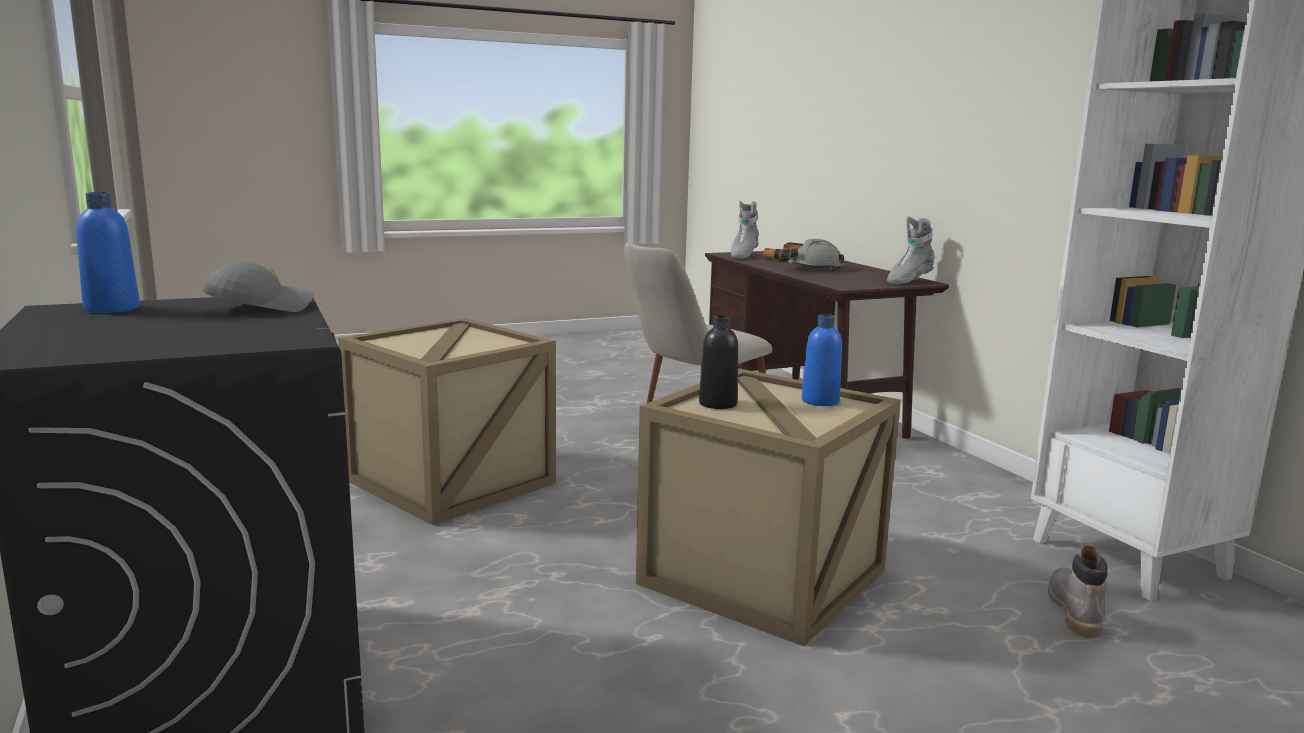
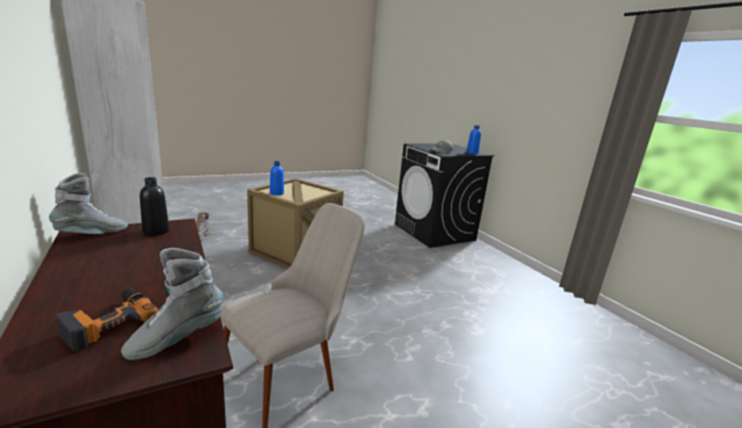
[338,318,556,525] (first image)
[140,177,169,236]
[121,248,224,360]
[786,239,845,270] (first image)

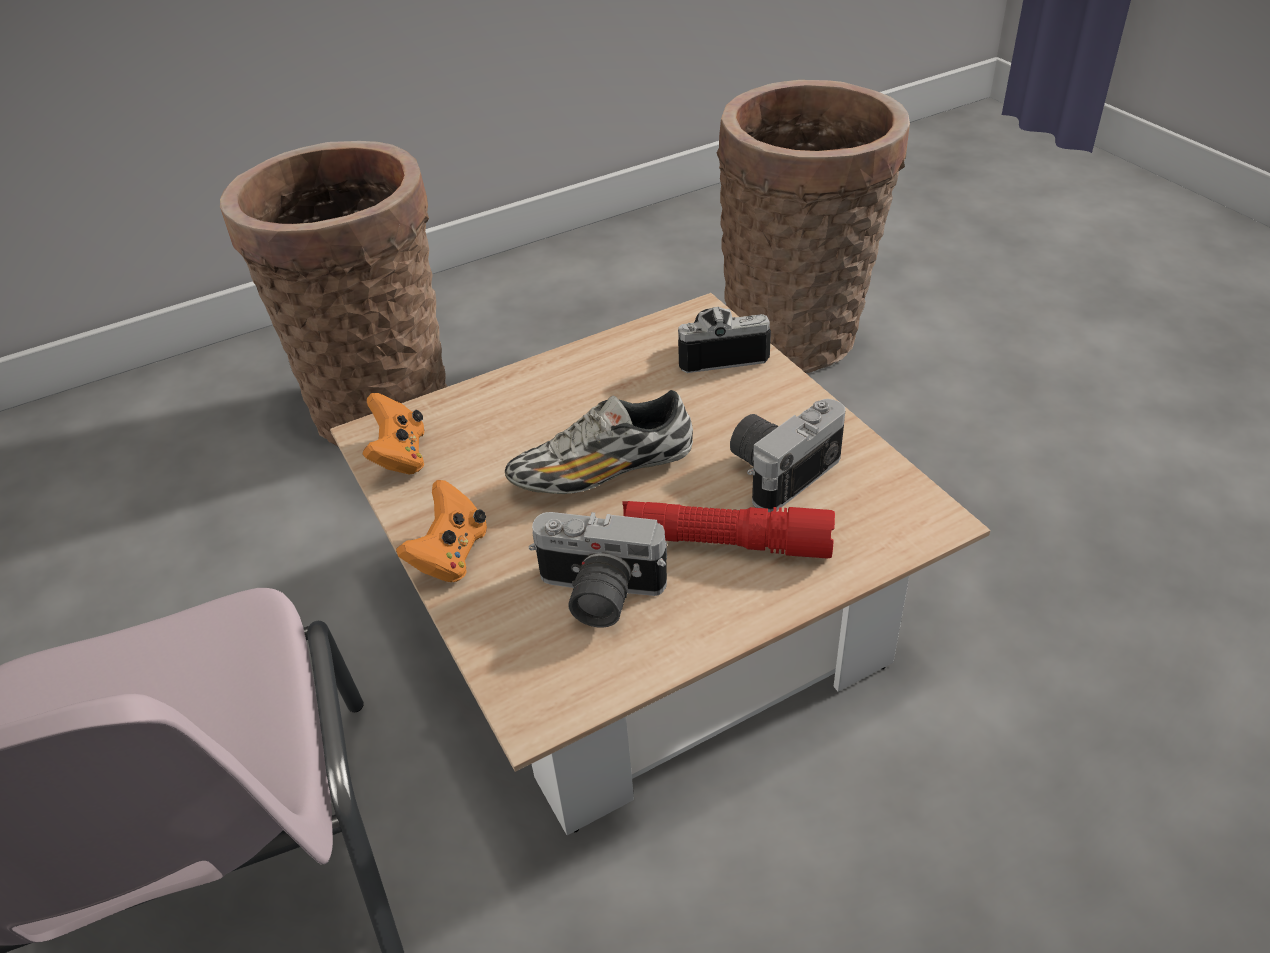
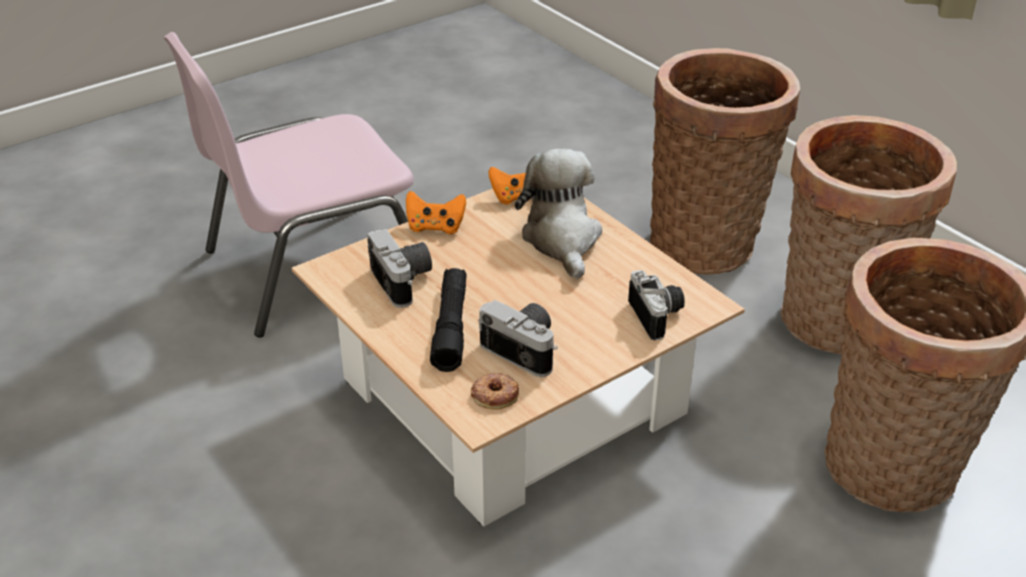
[505,390,693,494] (first image)
[368,229,432,308]
[430,268,466,372]
[471,373,519,410]
[515,148,602,279]
[781,115,957,354]

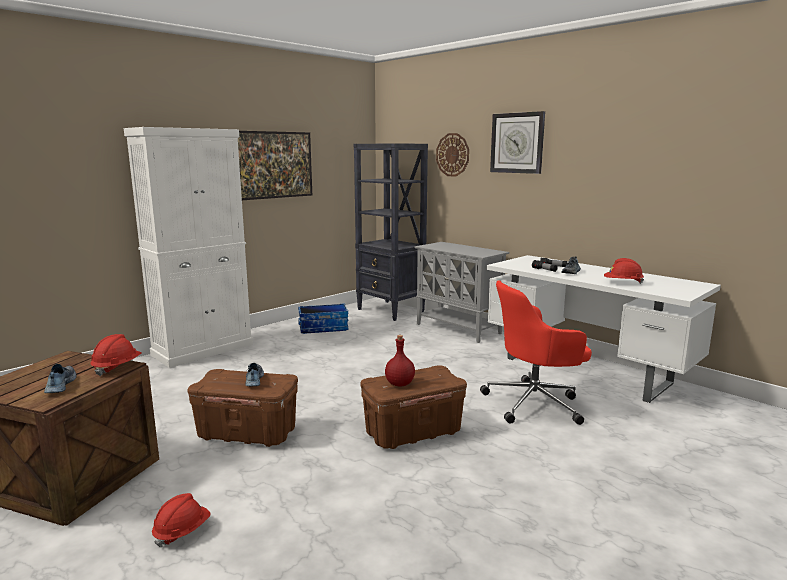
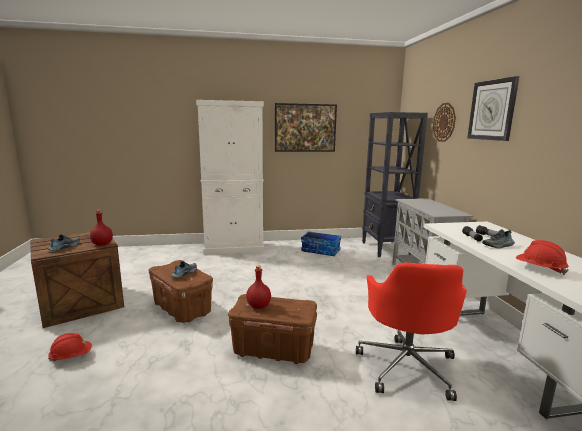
[90,210,113,246]
[356,262,466,401]

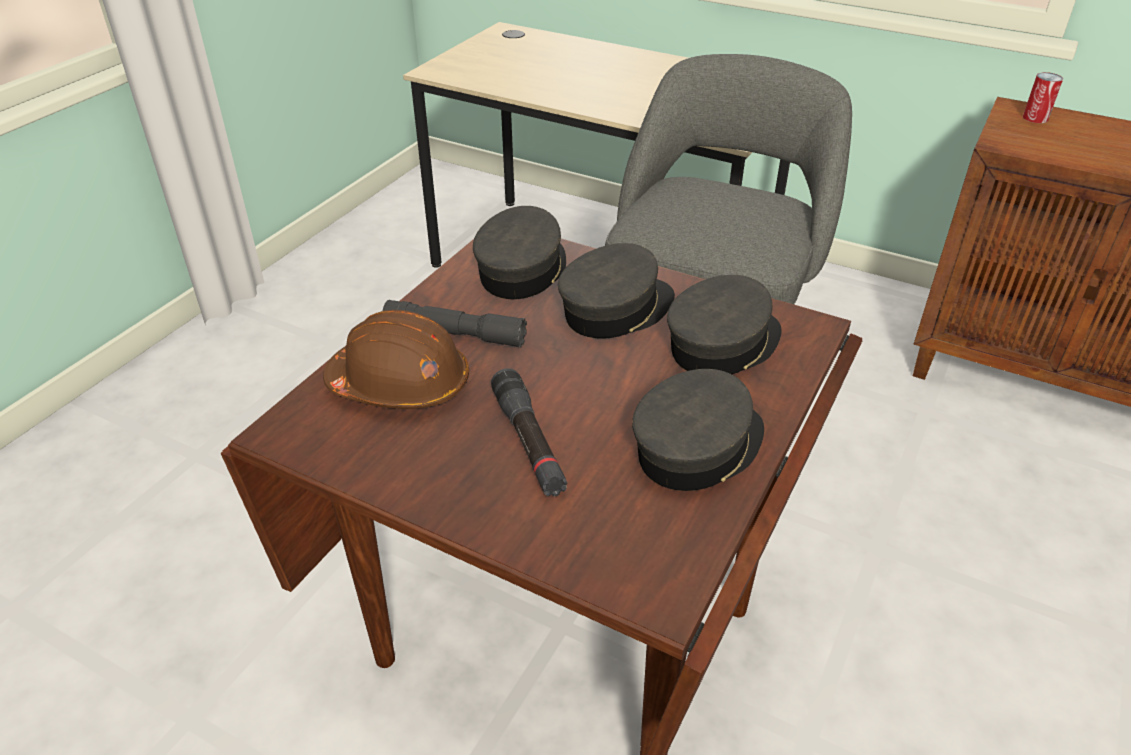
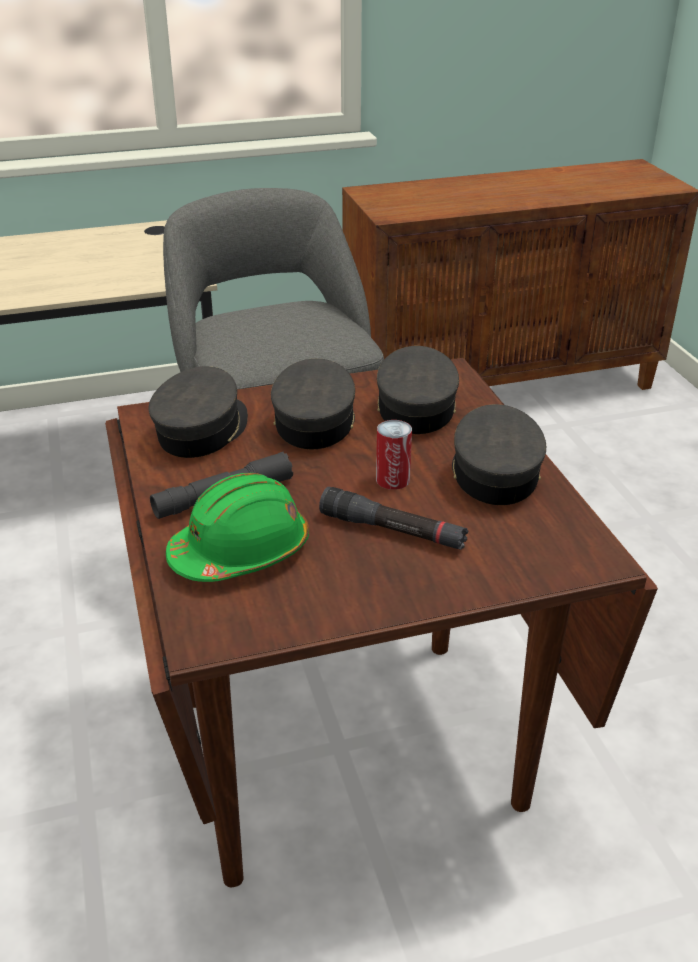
[166,473,309,582]
[148,366,248,458]
[376,420,412,490]

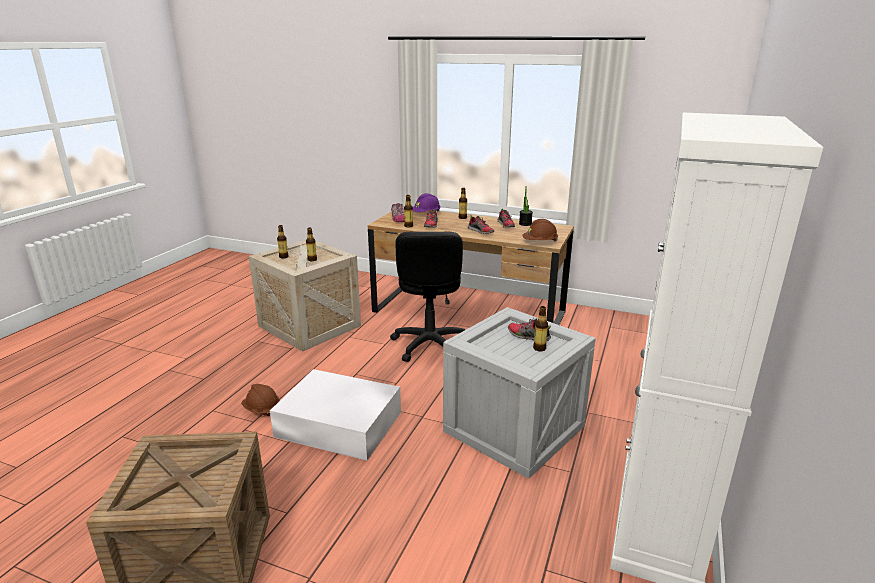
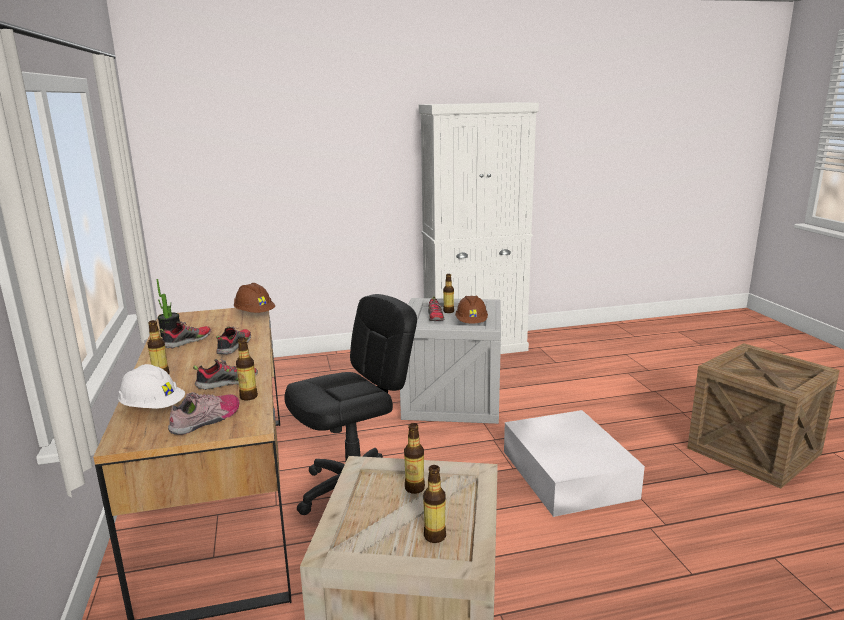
[455,295,488,323]
[118,364,185,409]

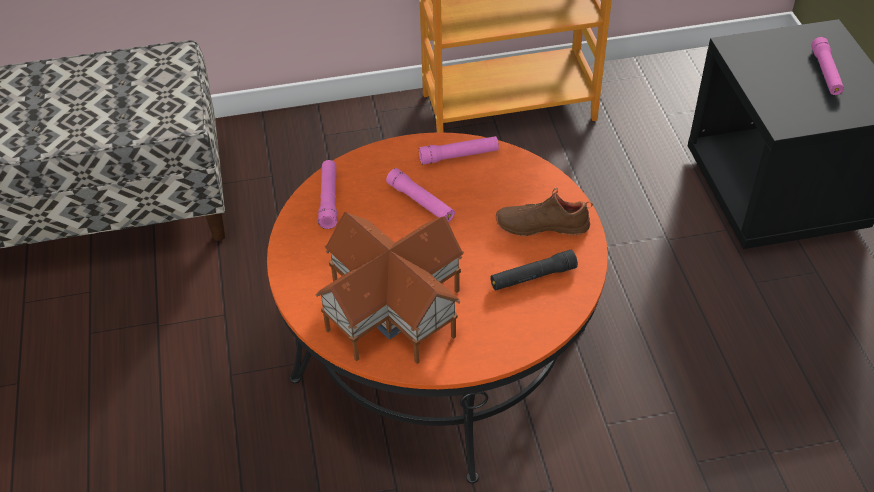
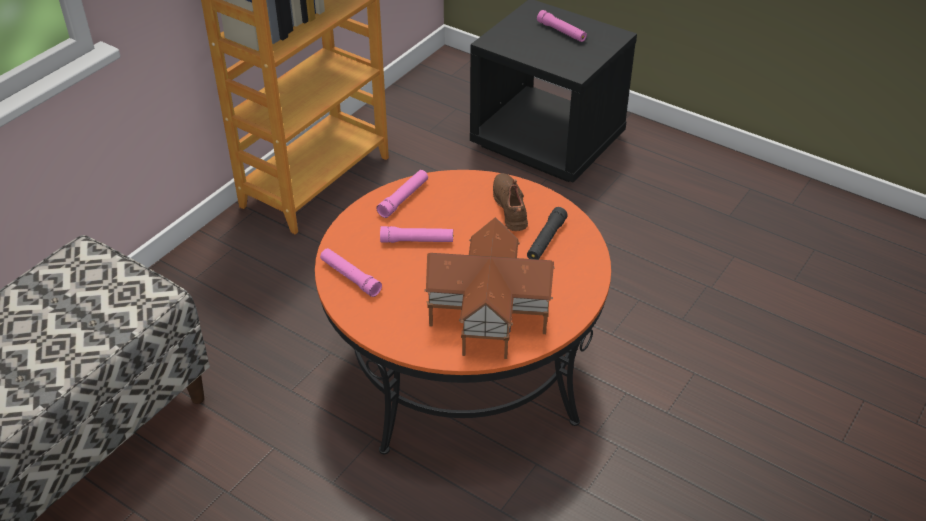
[493,173,528,231]

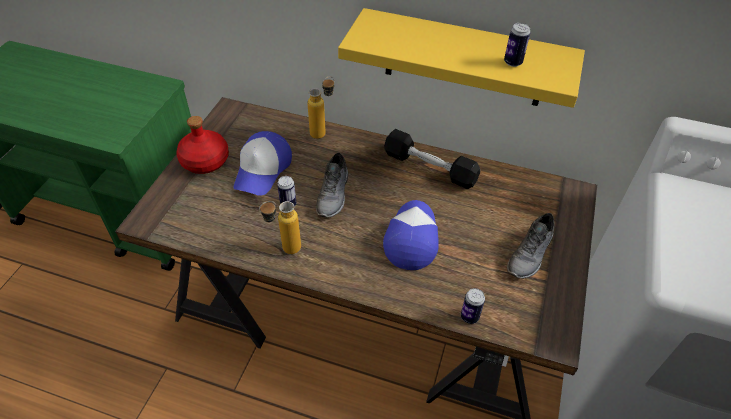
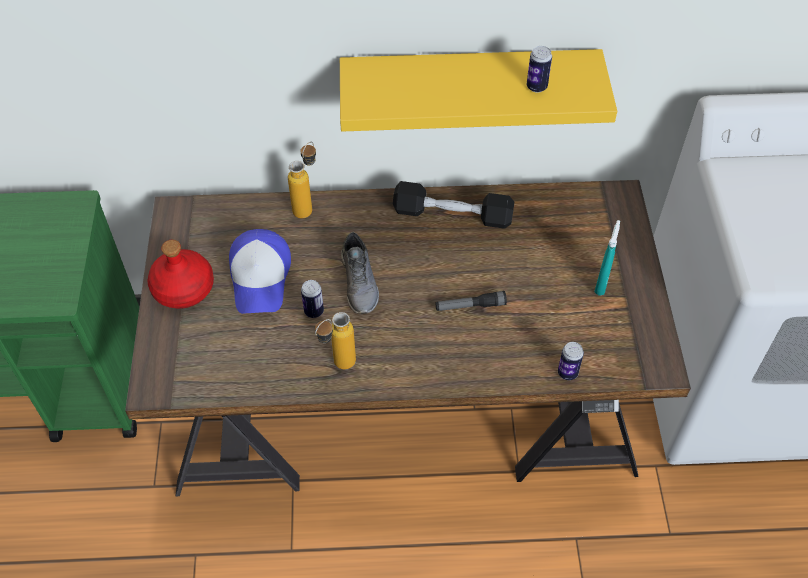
[435,291,507,311]
[594,220,620,296]

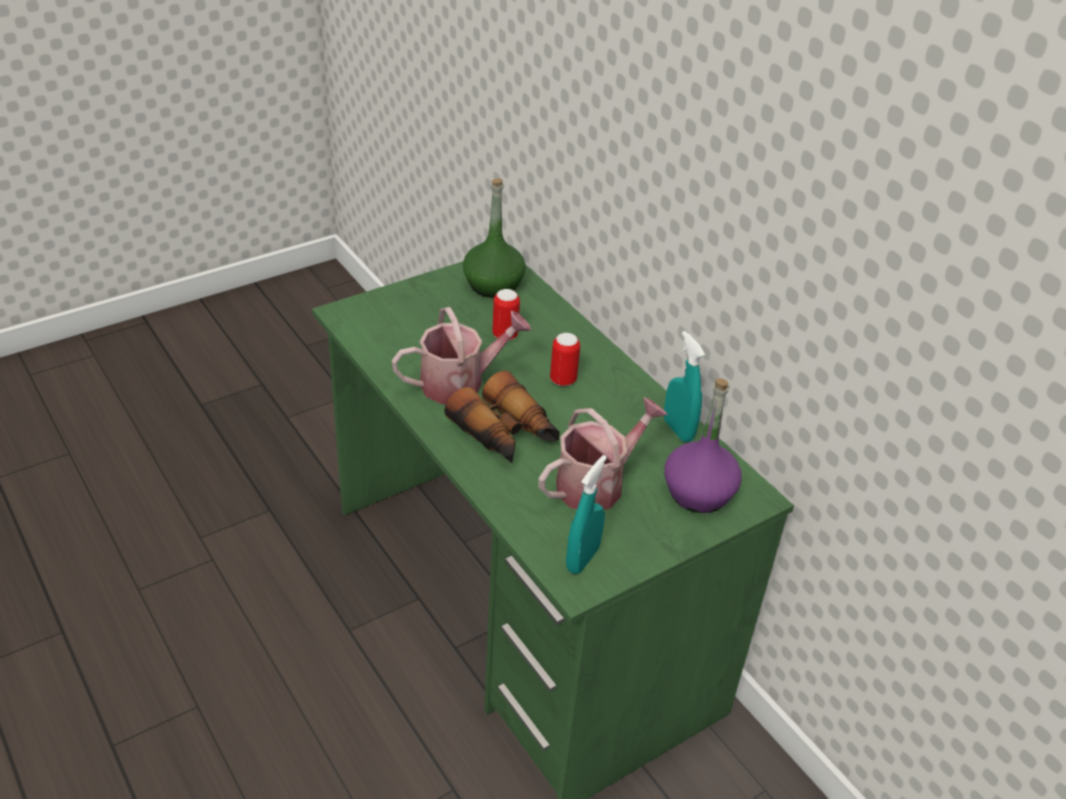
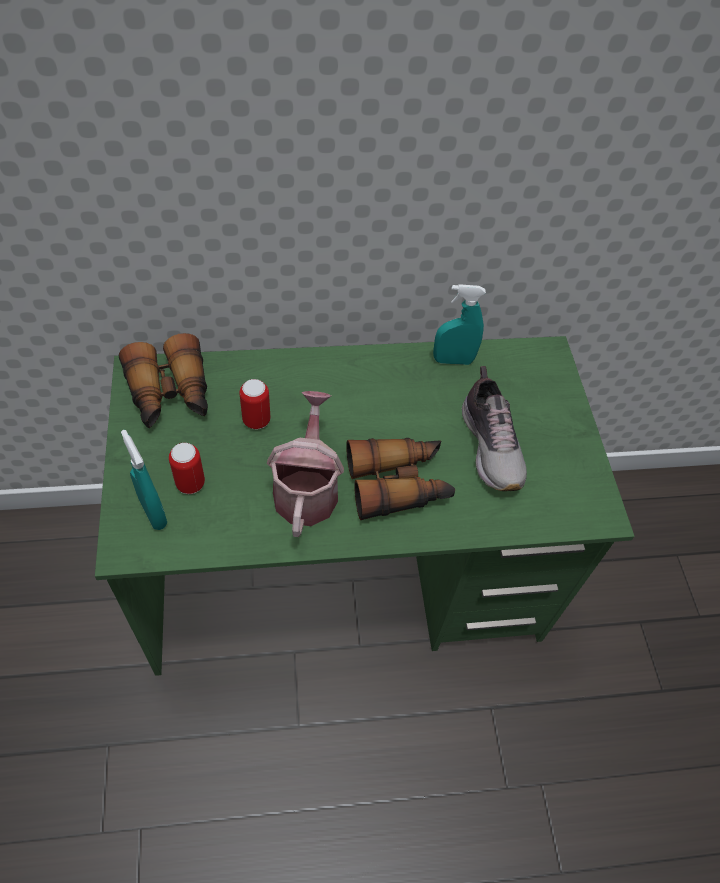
[119,333,208,428]
[462,366,527,491]
[169,443,205,494]
[121,430,167,530]
[664,378,742,513] (first image)

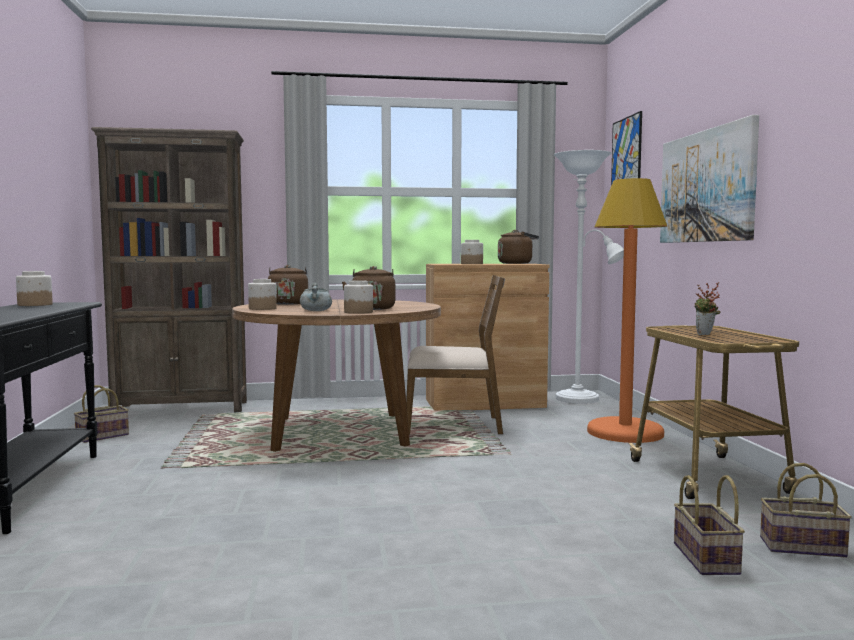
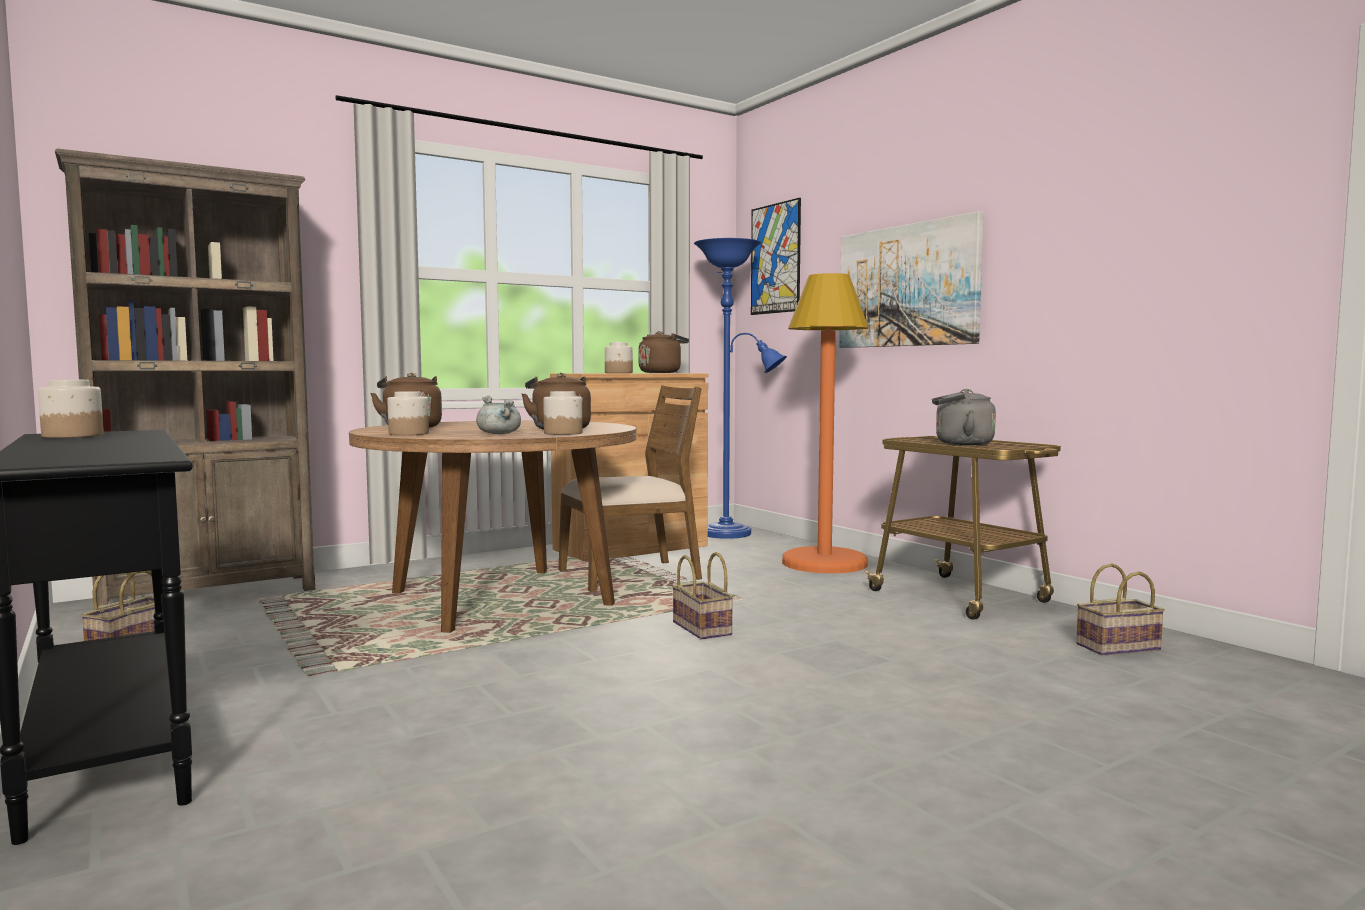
[694,238,787,539]
[672,552,734,639]
[932,389,996,445]

